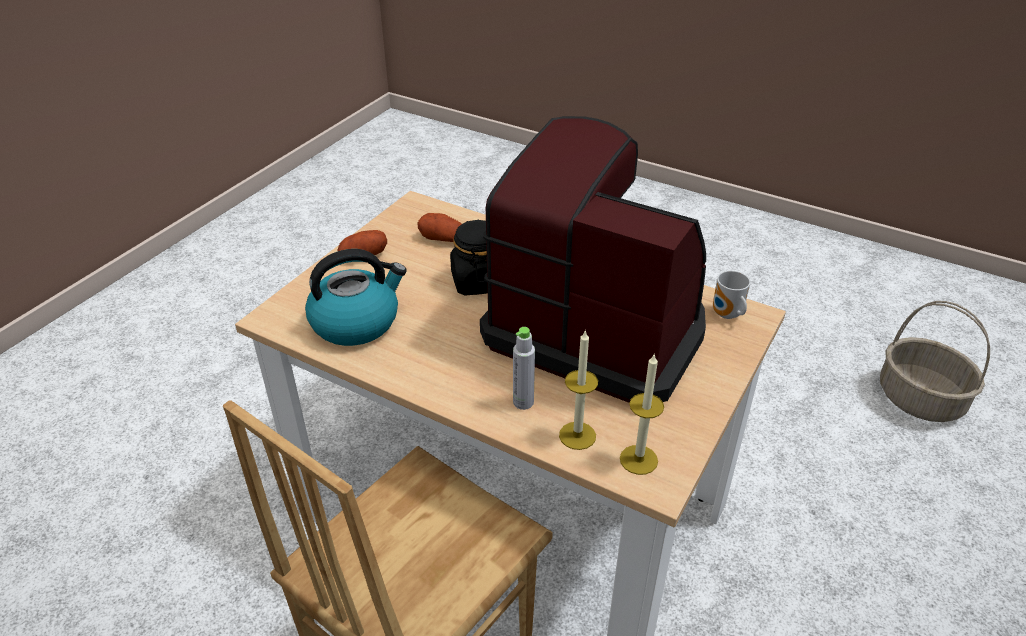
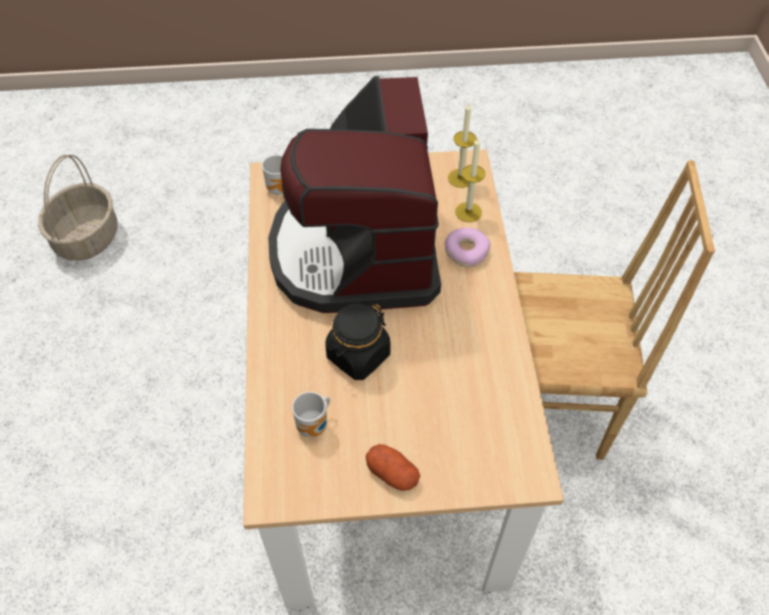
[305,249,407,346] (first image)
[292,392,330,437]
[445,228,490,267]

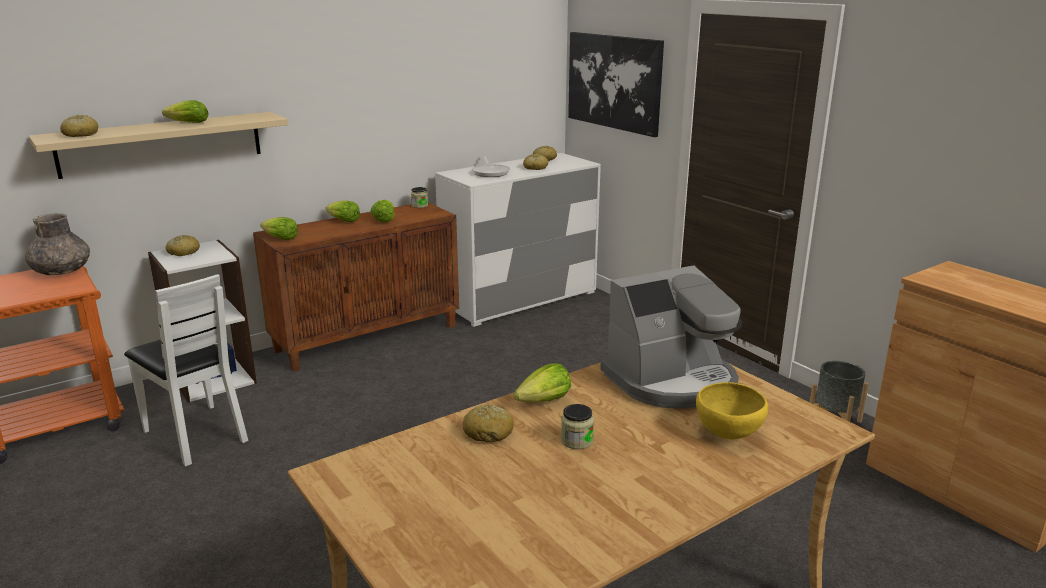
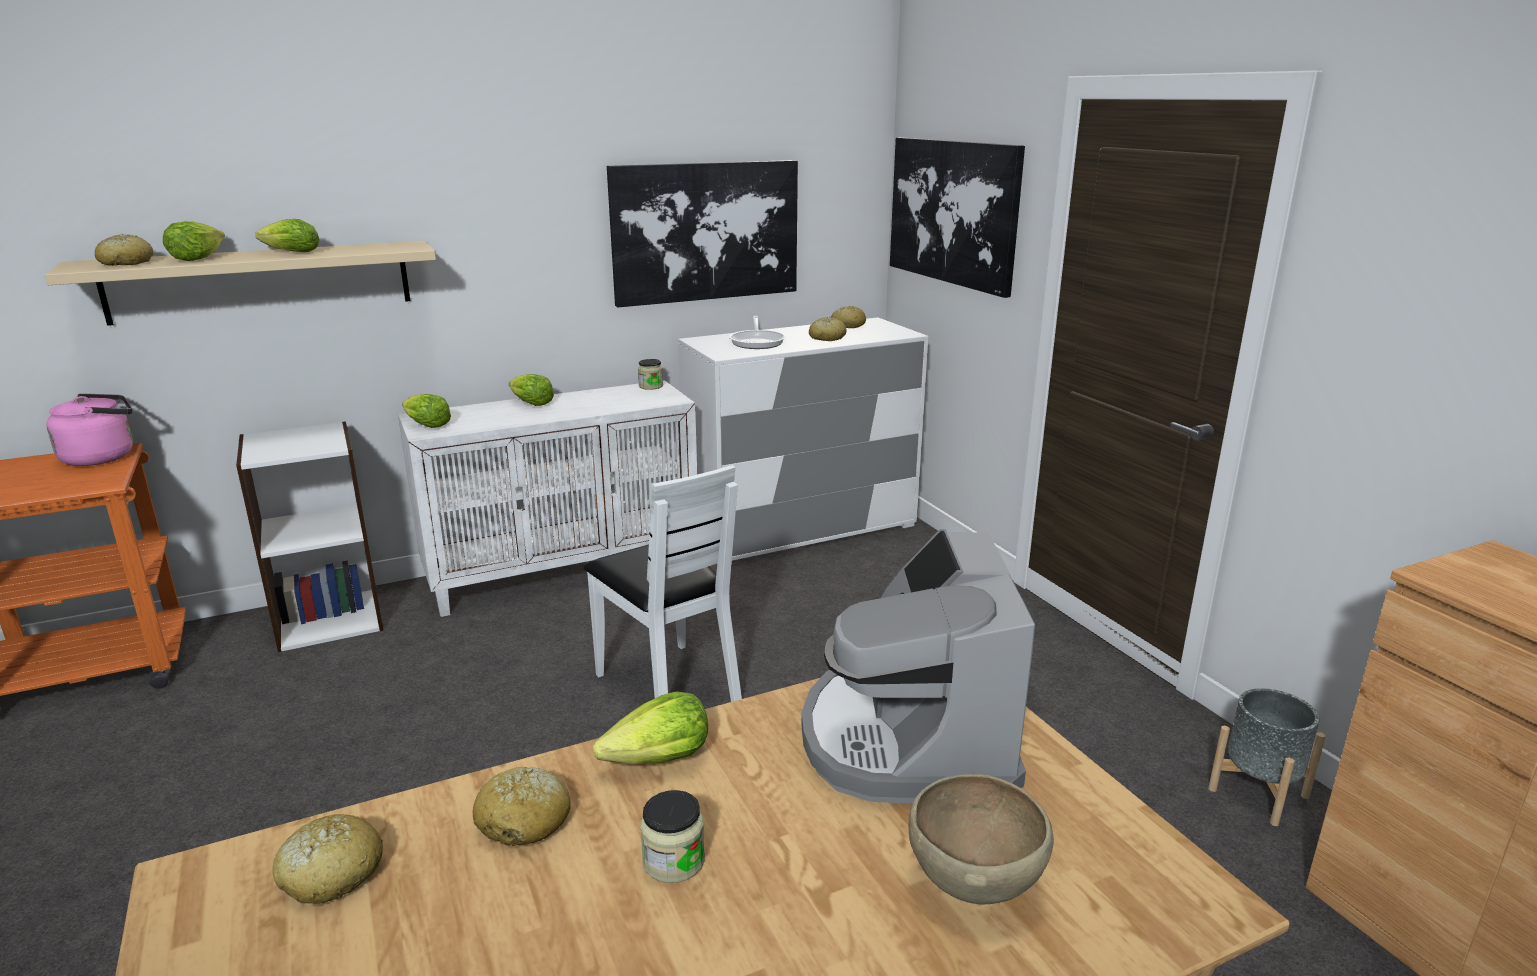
[46,393,133,466]
[584,465,742,702]
[272,814,383,904]
[398,380,697,617]
[163,222,225,261]
[802,529,1035,803]
[909,774,1053,904]
[607,160,798,307]

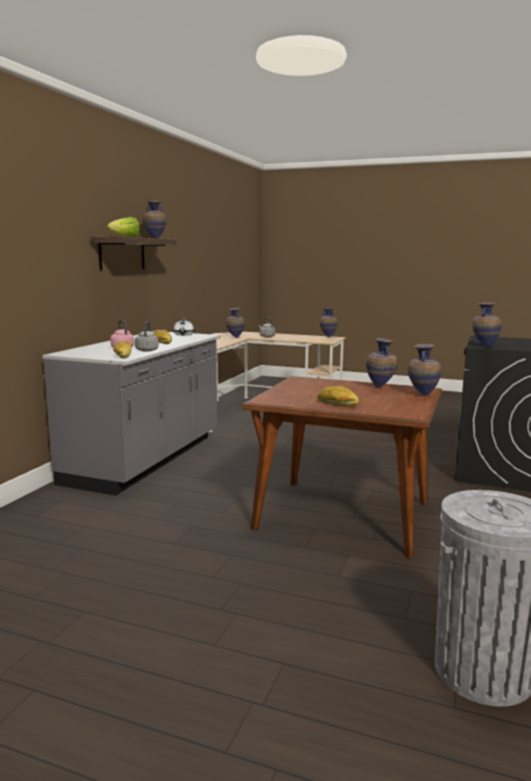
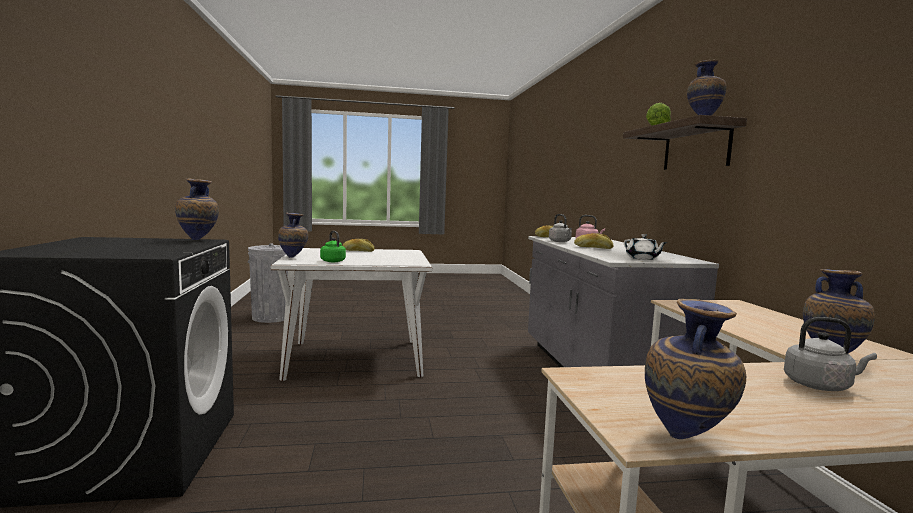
[271,248,432,381]
[320,231,346,262]

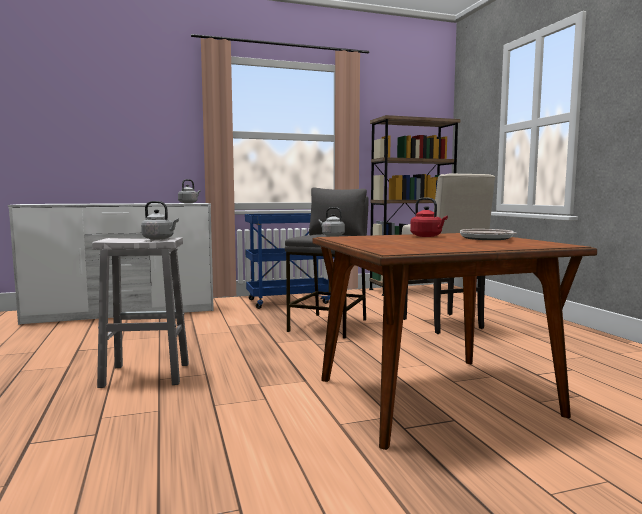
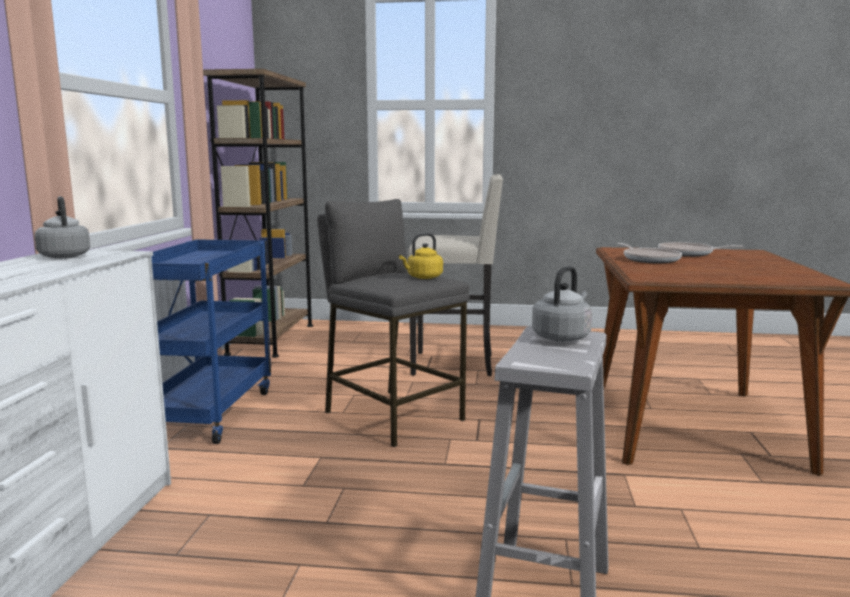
[399,233,443,279]
[617,243,682,263]

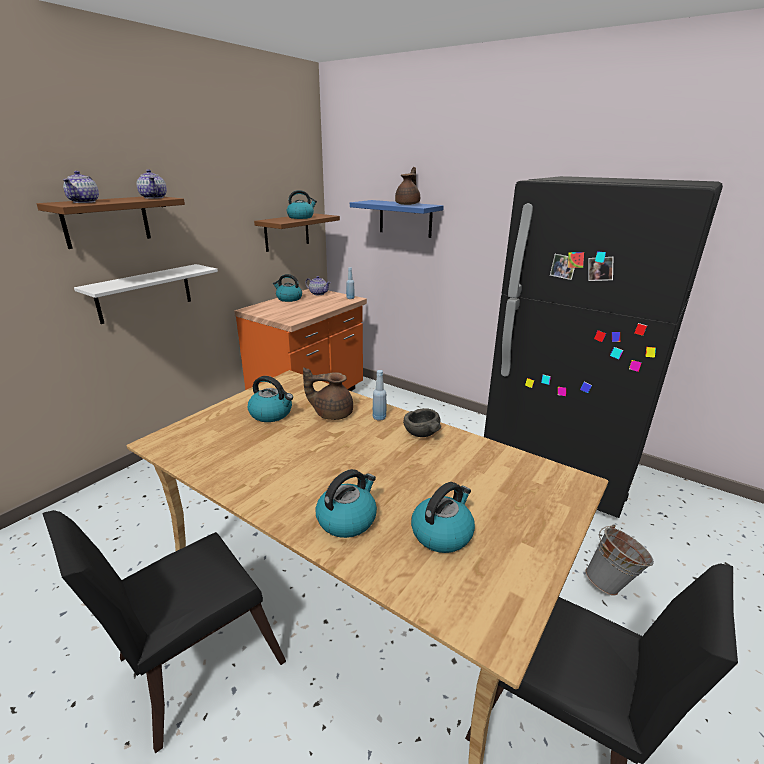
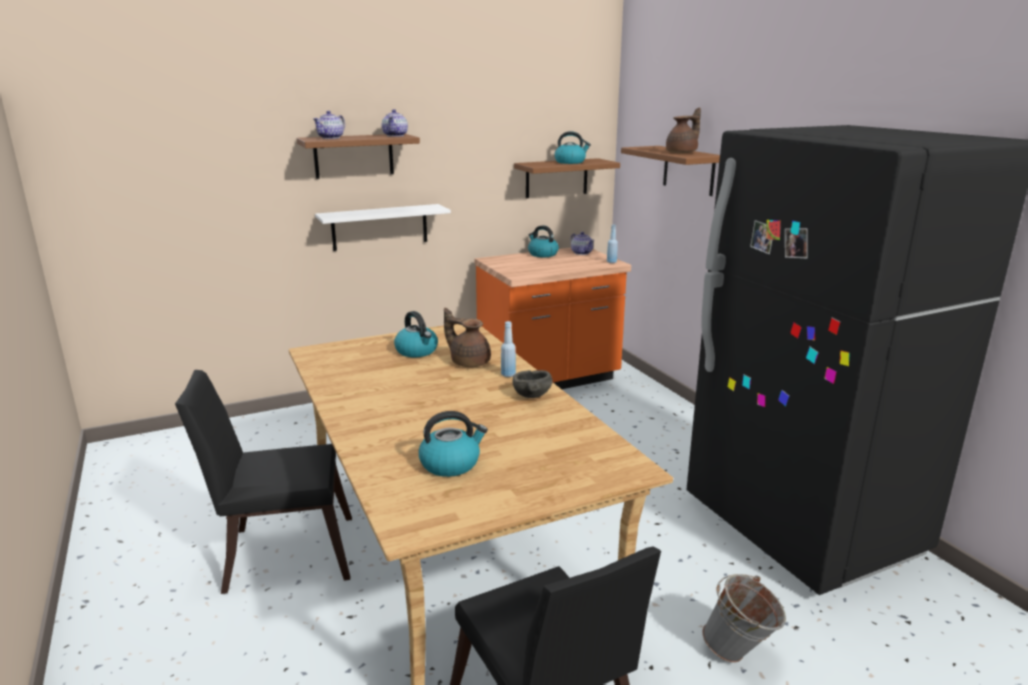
[316,469,377,538] (first image)
[621,146,720,196]

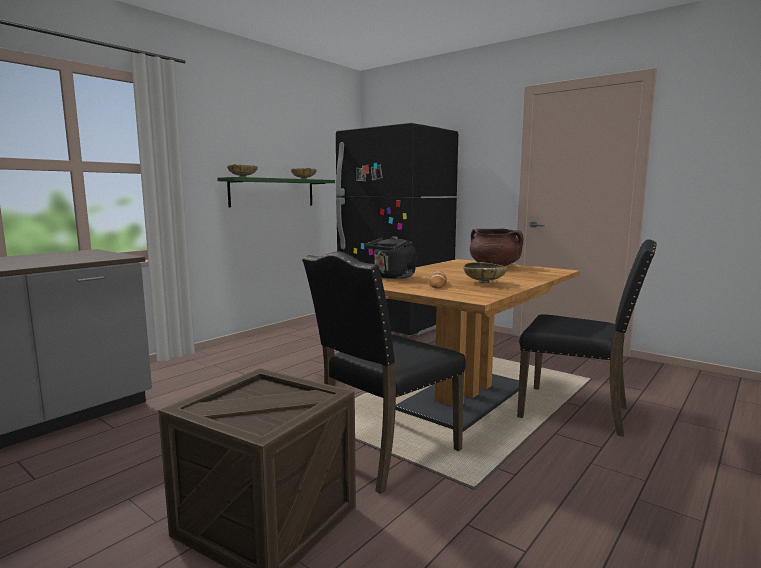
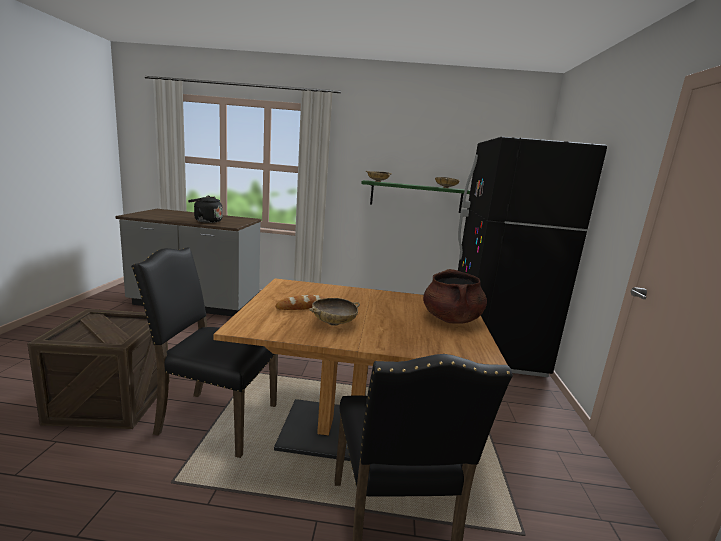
[188,196,223,223]

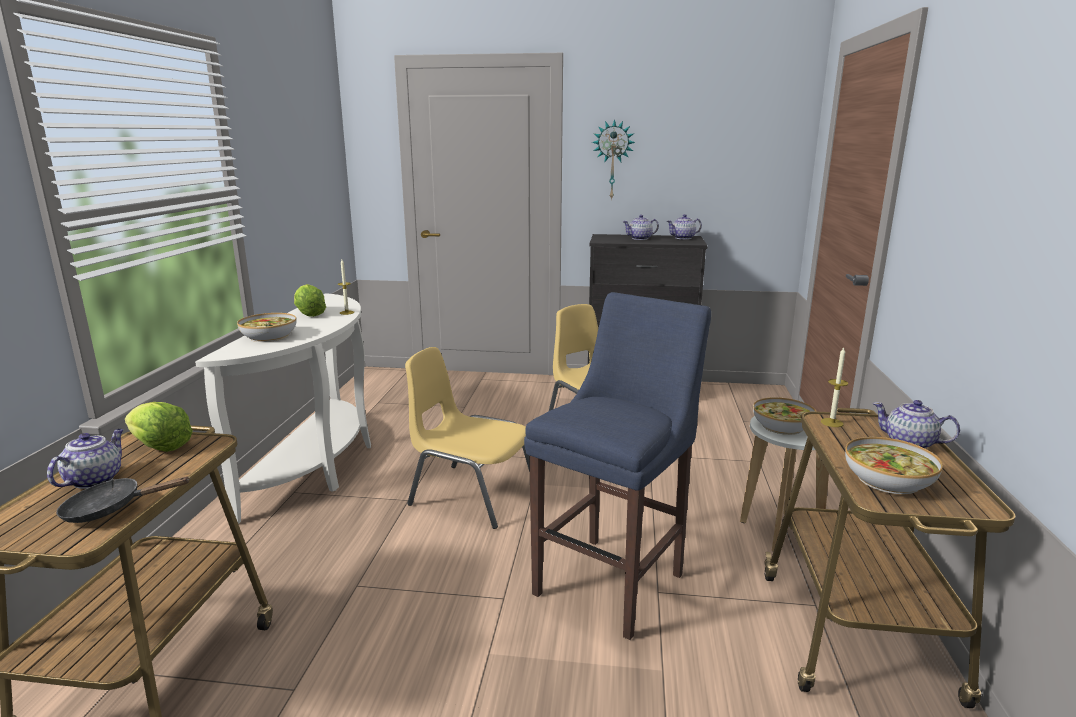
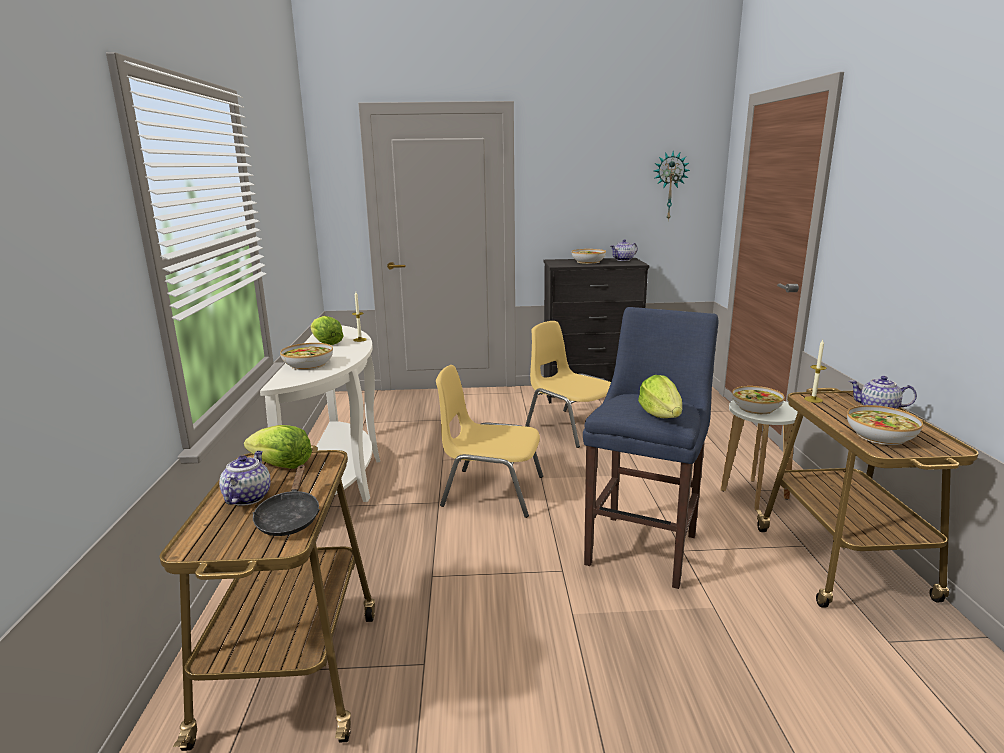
[253,465,320,536]
[654,151,690,220]
[572,249,606,264]
[638,375,682,418]

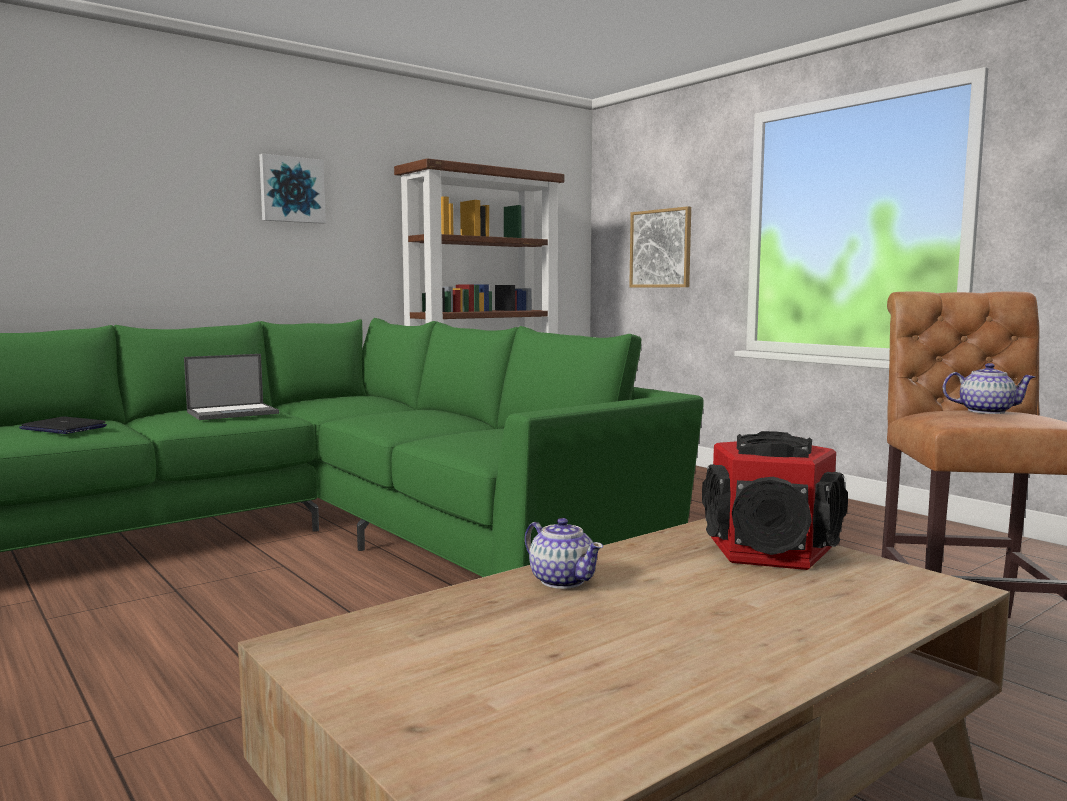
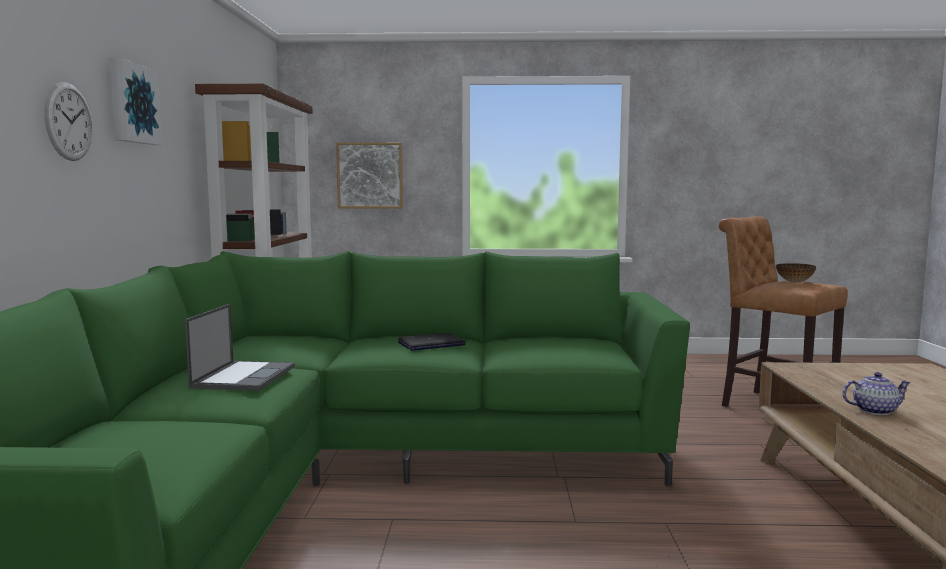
[398,333,466,351]
[702,431,848,570] (first image)
[776,263,816,282]
[44,82,93,161]

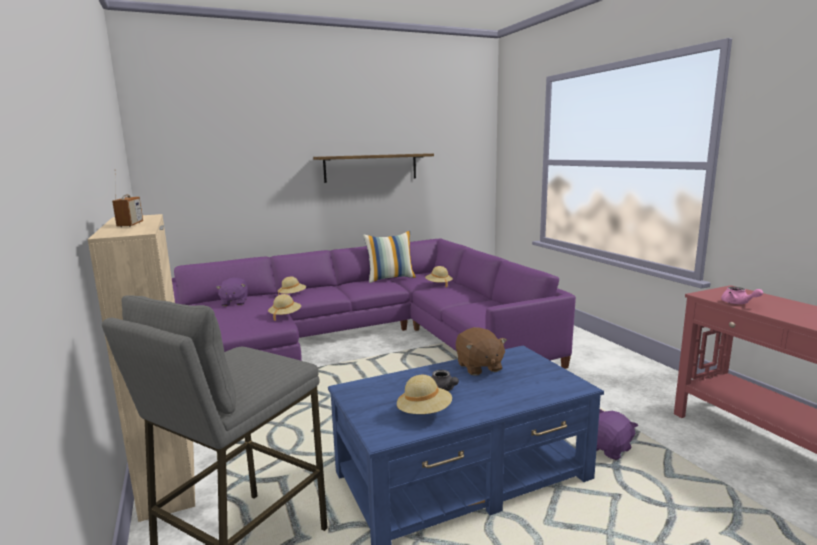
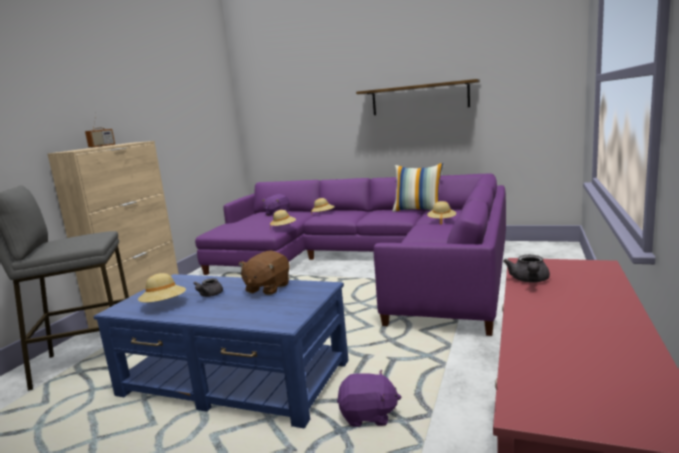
[503,255,550,282]

